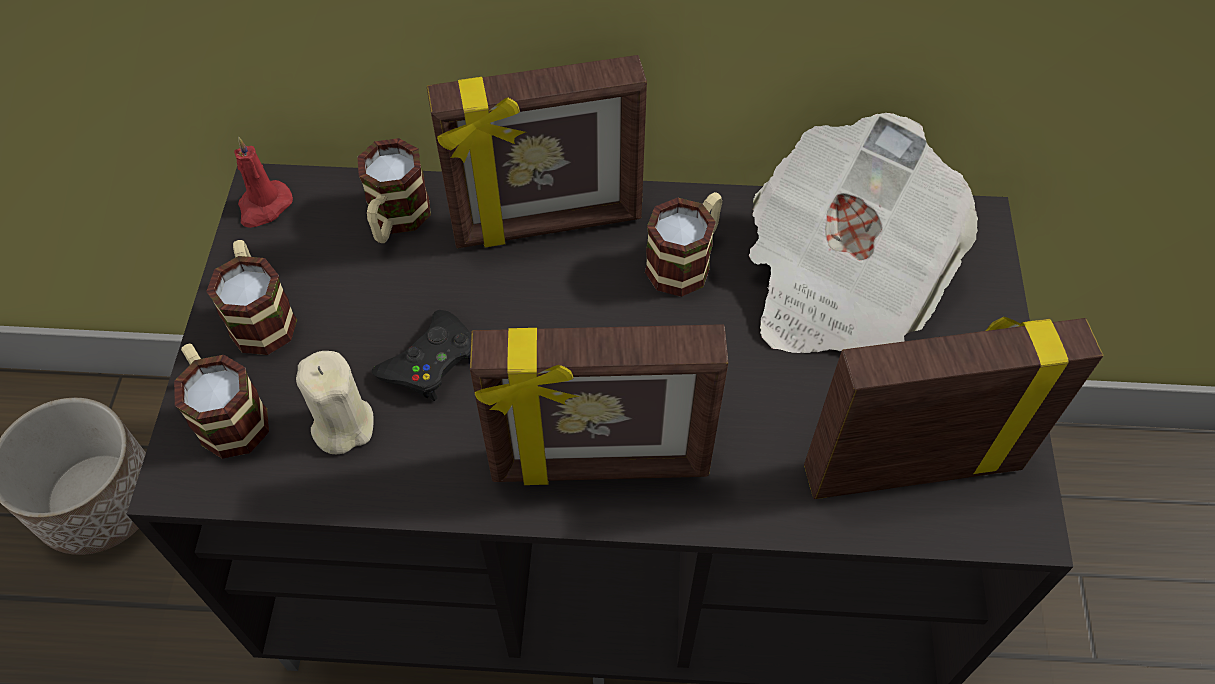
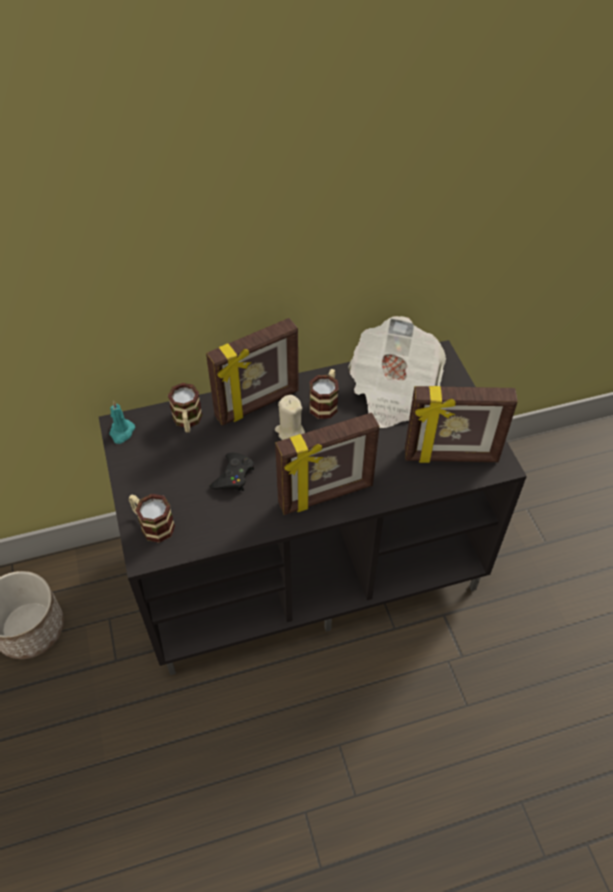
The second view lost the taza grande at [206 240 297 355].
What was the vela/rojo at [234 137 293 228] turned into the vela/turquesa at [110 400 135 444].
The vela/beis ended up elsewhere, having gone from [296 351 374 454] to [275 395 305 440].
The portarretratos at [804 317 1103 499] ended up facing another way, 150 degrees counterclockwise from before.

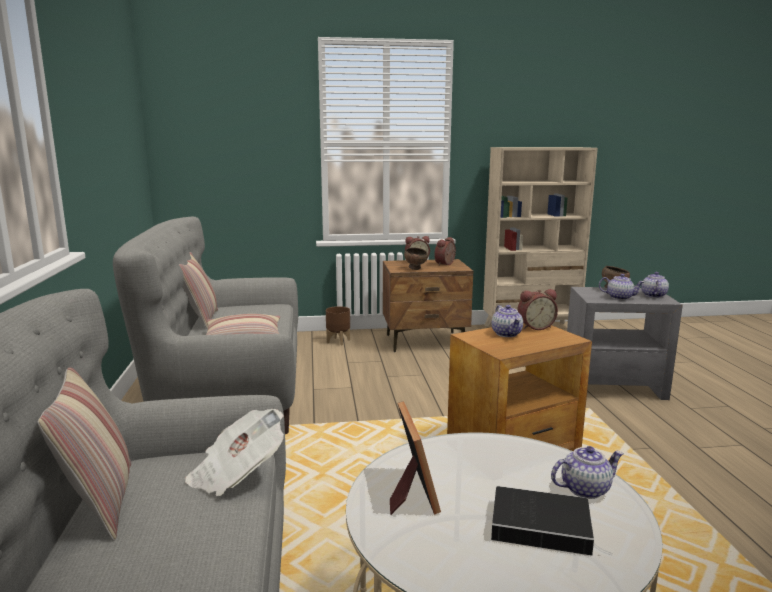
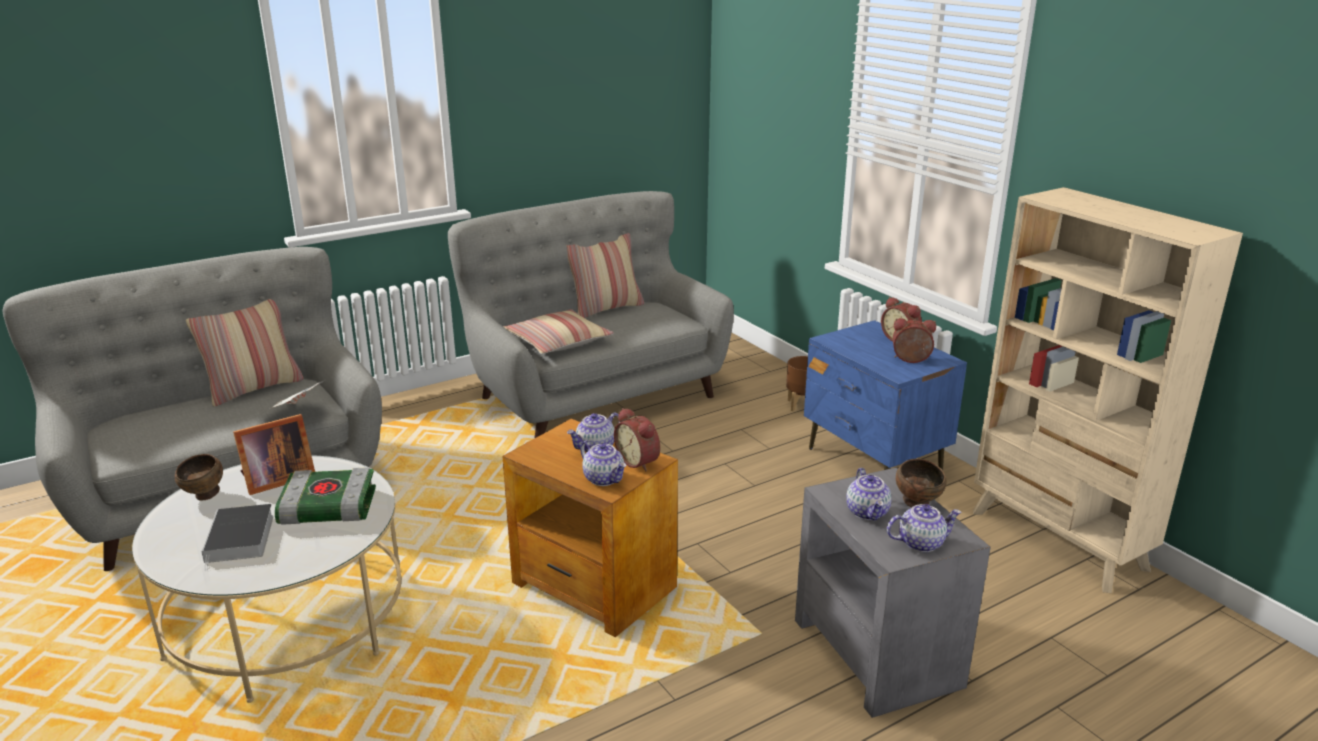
What was the mesita de noche/marrón at [383 259 473 352] turned into the mesita de noche/azul at [804 320 967 470].
The cuenco/marrón ended up elsewhere, having gone from [404 248 428 270] to [175 454 223 501].
The tetera ended up elsewhere, having gone from [551 446 624 499] to [580 440 626 486].
The second view gained the libro at [275 467 376 525].

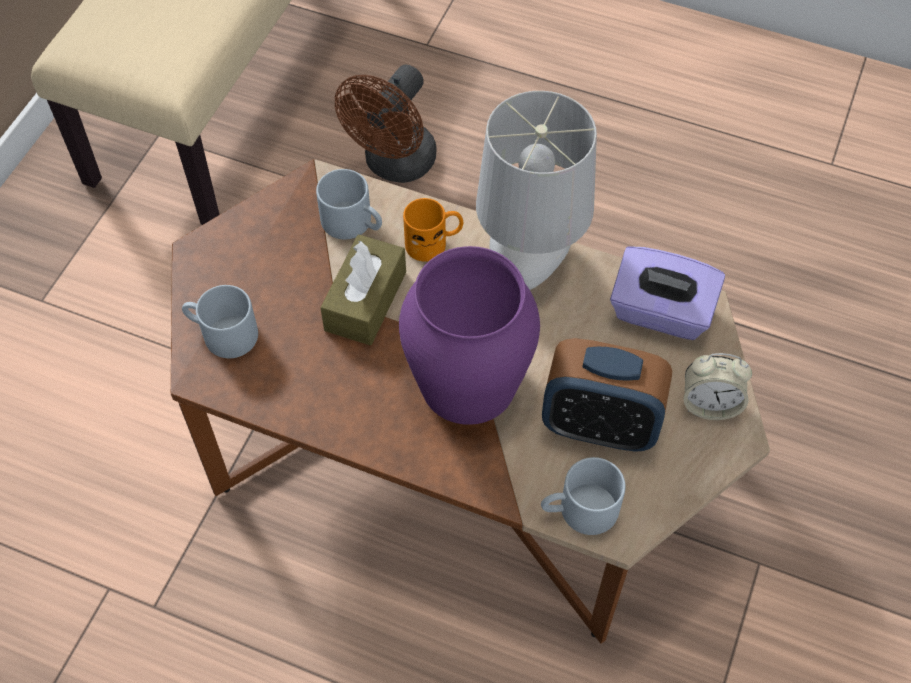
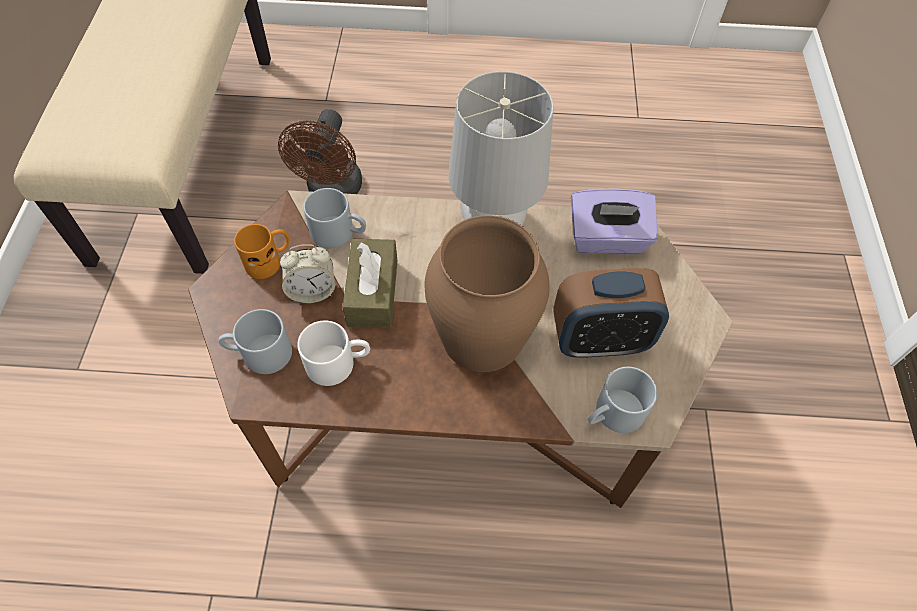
What was the florero/morado at [399 246 540 425] turned into the florero/marrón at [424 215 550 372].
The taza grande/naranja ended up elsewhere, having gone from [403 198 463 262] to [234 224 290 279].
The despertador ended up elsewhere, having gone from [684 353 752 420] to [280 244 335 303].
The second view gained the taza grande/blanco at [297 321 370 386].

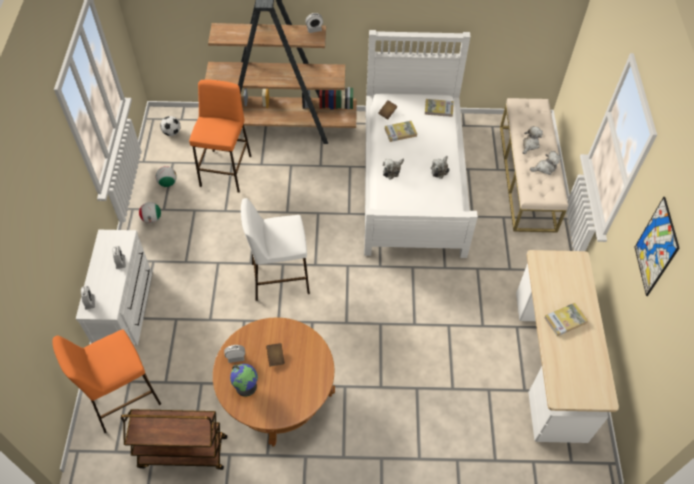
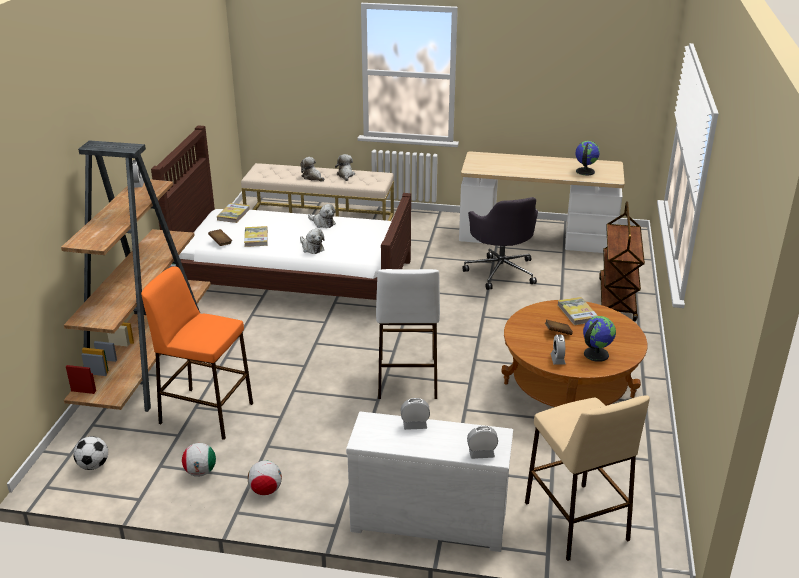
What was the taburete/naranja at [52 329 161 433] turned into the taburete/beis at [525 395 650 561].
The carrito/marrón ended up elsewhere, having gone from [121 409 227 470] to [599 202 645 321].
What was the cama/blanco at [364 30 478 258] turned into the cama/marrón at [151 125 411 300].
The libro ended up elsewhere, having gone from [544 303 588 337] to [558 297 598 325].
The second view lost the cuadro at [635 197 679 296].
The second view gained the silla de oficina/gris at [462 197 538 290].
The second view gained the globo terráqueo at [575 141 600 175].

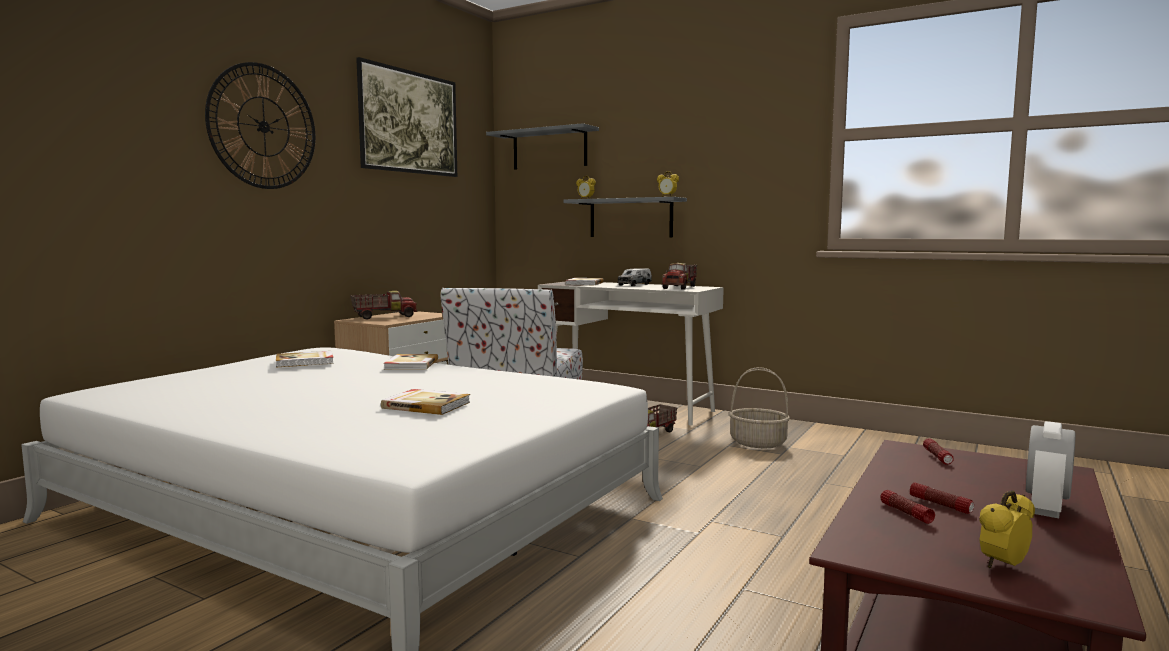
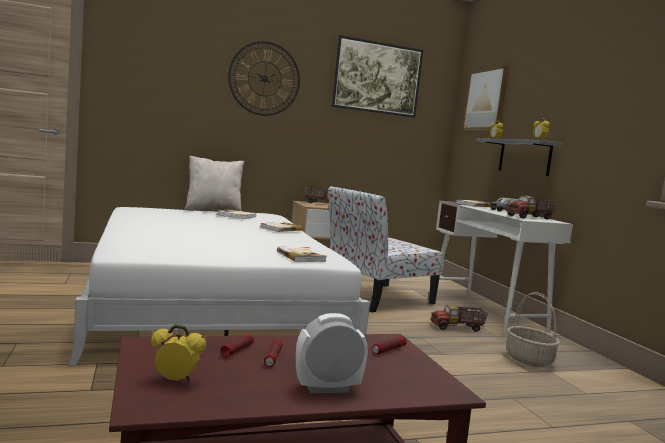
The libro ended up elsewhere, having gone from [381 389 470 415] to [277 247 327 262].
Where the estante/gris hung at [486 123 599 170], the cuadro came to hang at [463 66 509 130].
The second view gained the cojín/beis at [184 156 244 211].

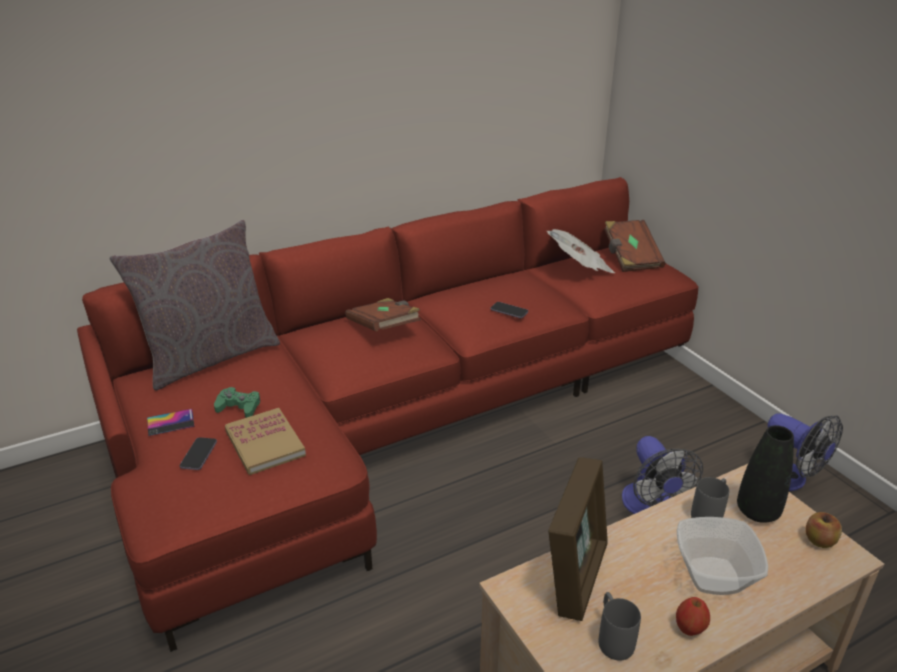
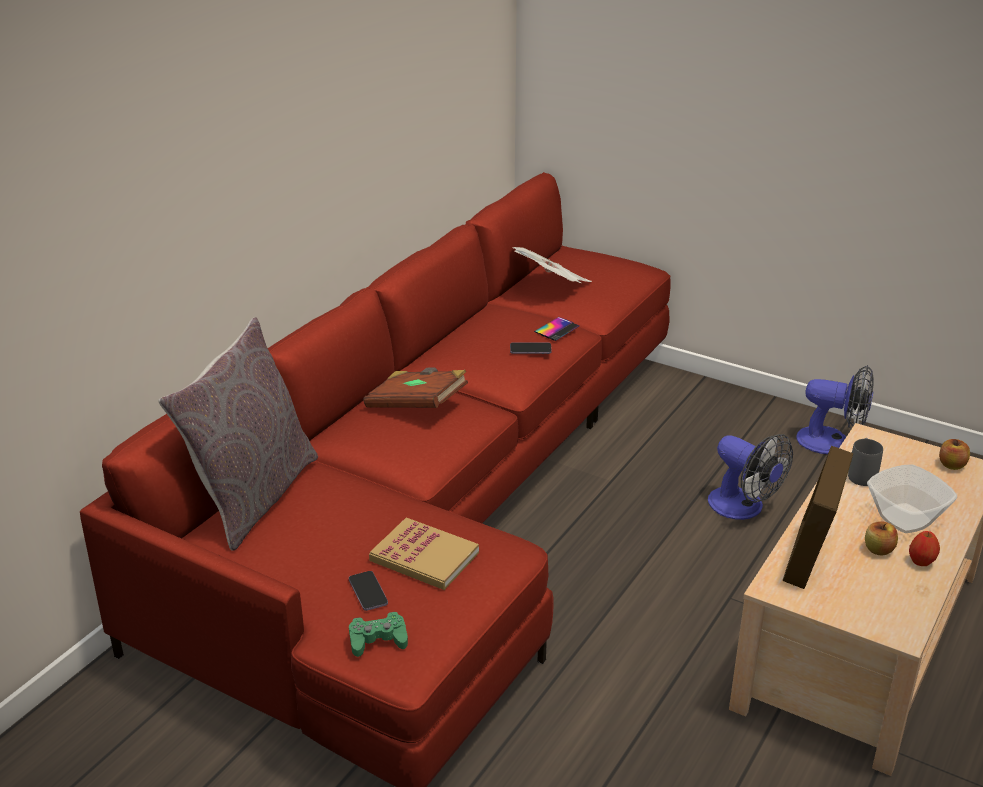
The móvil ended up elsewhere, having gone from [147 409 194 436] to [534 317 580 341].
The mando de consola/verde ended up elsewhere, having gone from [214 387 260 418] to [349 612 408 657].
The portarretratos at [548 457 608 621] ended up facing another way, 150 degrees counterclockwise from before.
The second view lost the taza grande/gris at [598 592 641 660].
The second view lost the libro/marrón at [604 220 665 272].
The second view lost the florero/negro at [737 425 794 523].
The second view gained the manzana at [865 521 898 555].

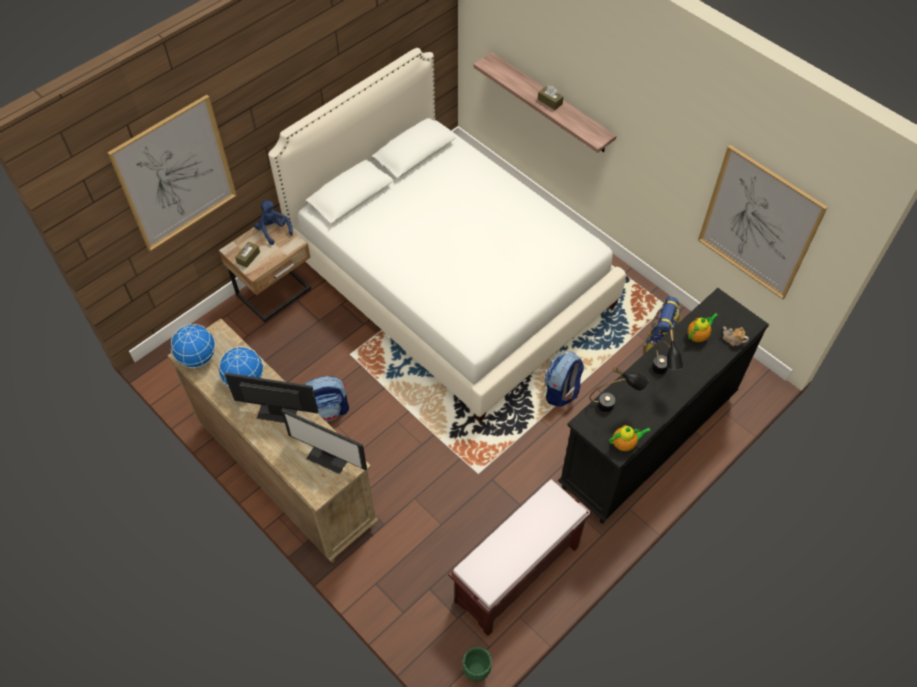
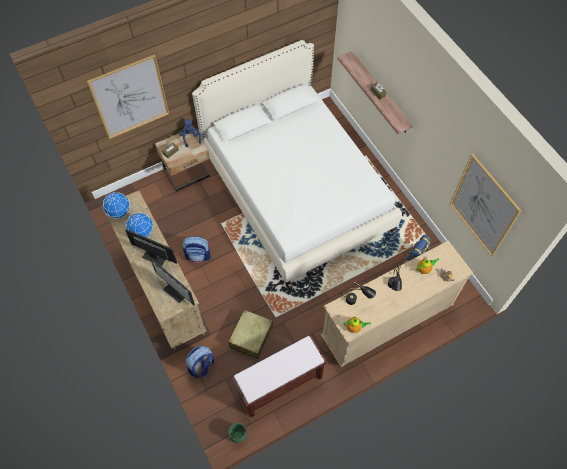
The mochila ended up elsewhere, having gone from [544 351 584 407] to [186 345 214 378].
What was the cómoda/negro at [558 288 769 524] turned into the cómoda/beis at [321 240 473 367].
The second view gained the maleta/beis at [228 310 273 359].

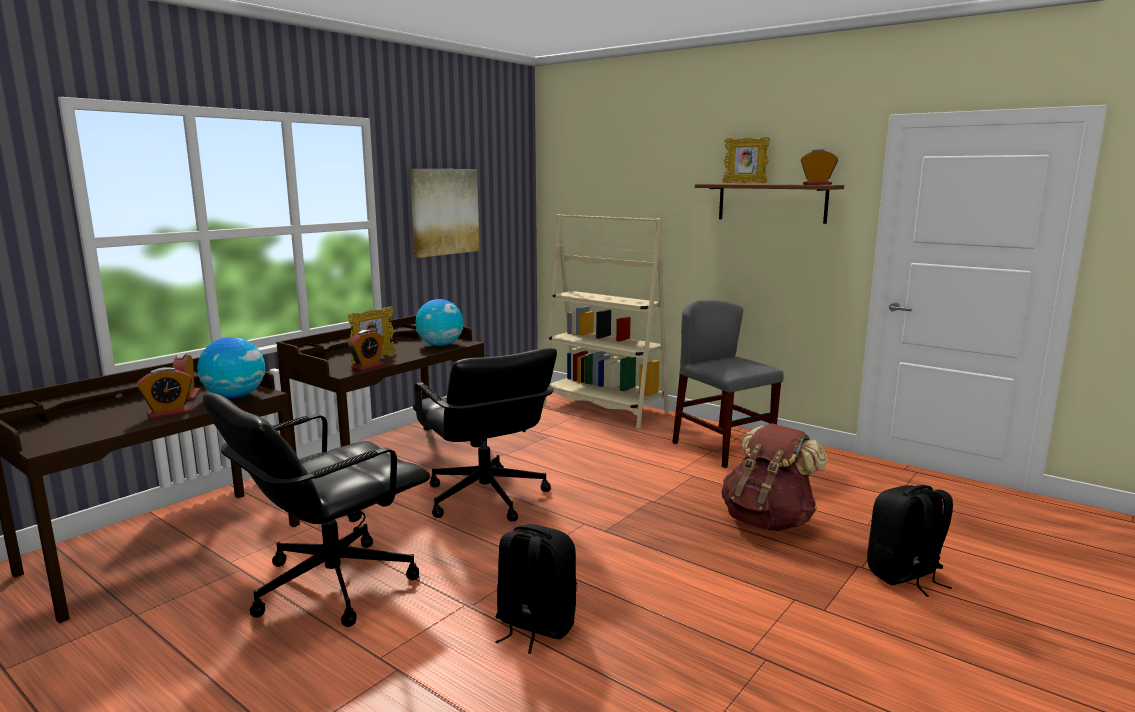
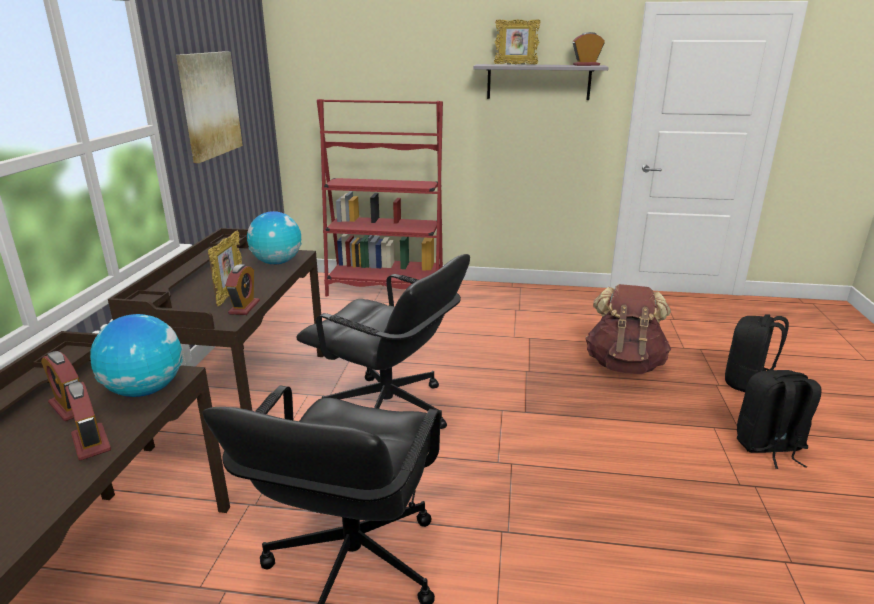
The despertador at [137 367 192 419] ended up facing another way, 60 degrees counterclockwise from before.
The mochila/negro ended up elsewhere, having gone from [495 524 577 654] to [737 370 822 469].
What was the estantería/beis at [543 214 669 429] turned into the estantería/rojo at [317 99 443 296].
The second view lost the silla/gris at [672 300 784 468].
What was the estante/marrón at [695 184 844 224] turned into the estante/gris at [473 64 609 100].

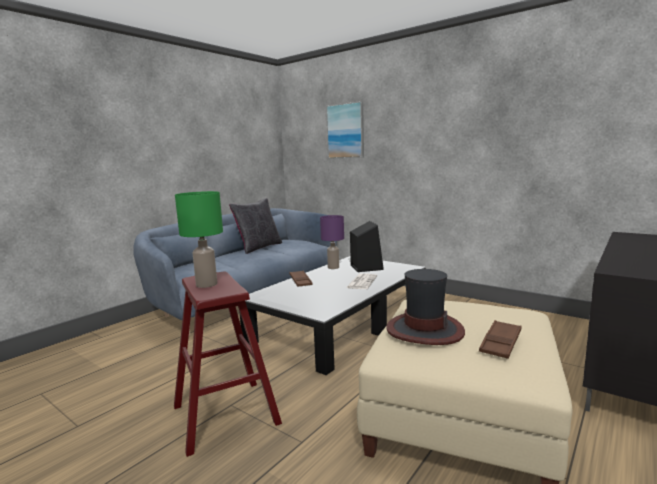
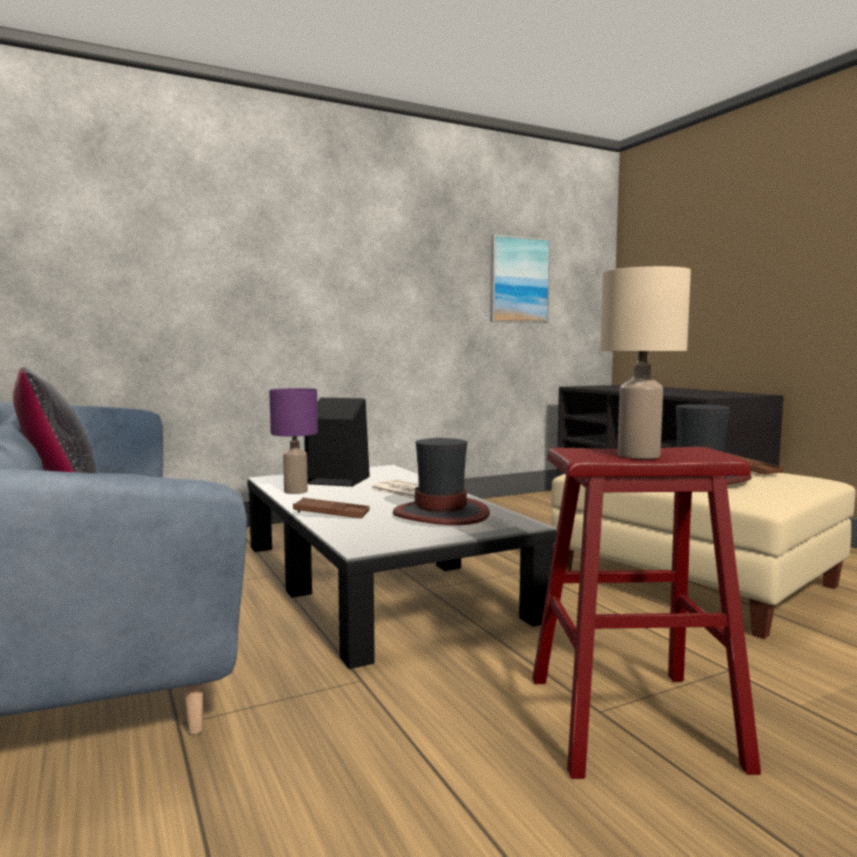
What was the lámpara de mesa/verde at [175 191 223 288] turned into the lámpara de mesa/beis at [600 266 691 459].
The cuadro ended up elsewhere, having gone from [326 101 364 159] to [490 234 550 323].
The second view gained the sombrero at [393 438 490 525].

